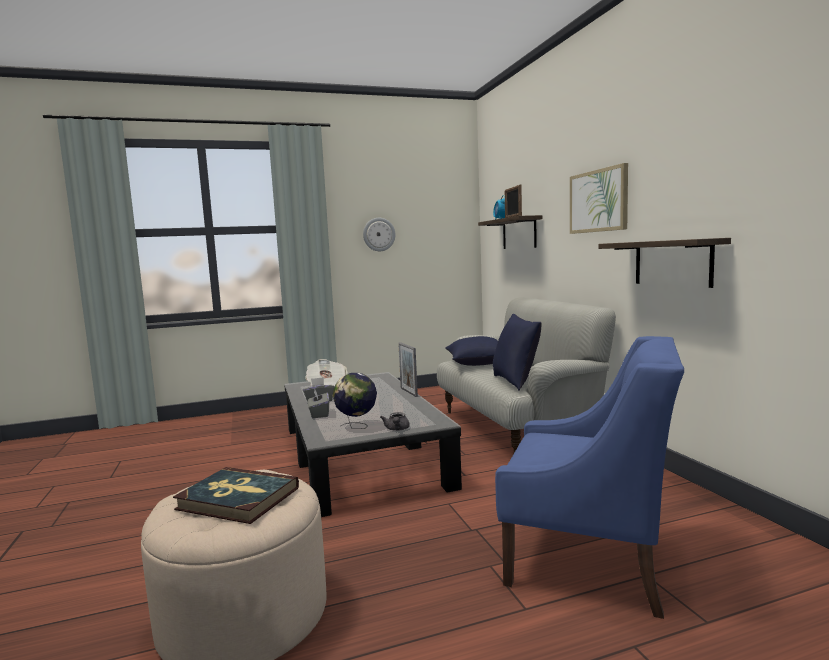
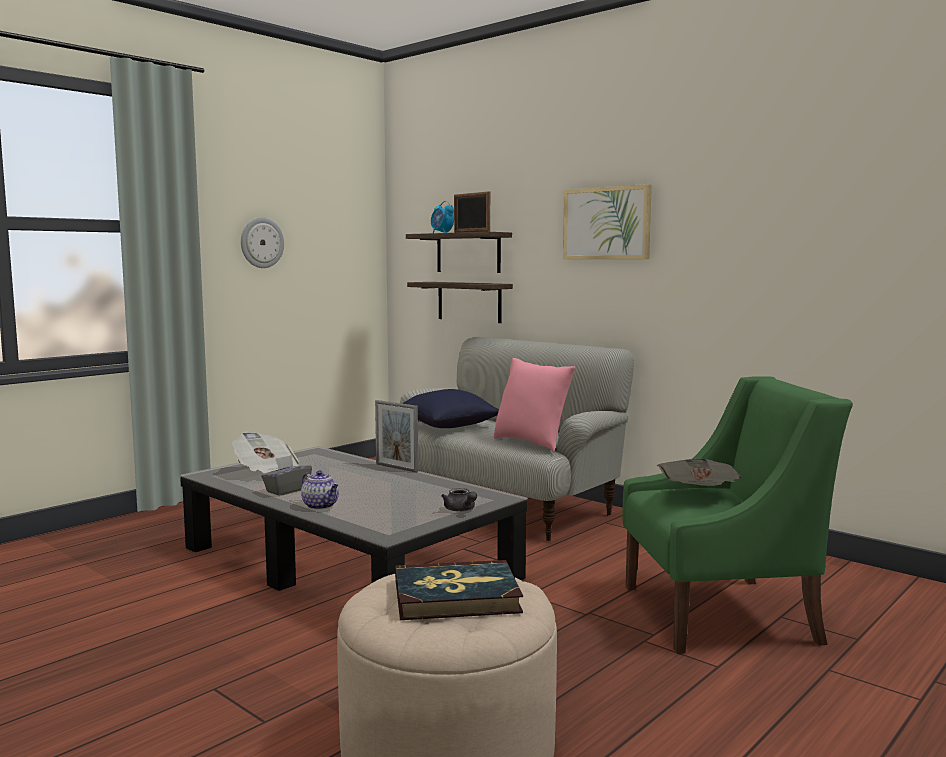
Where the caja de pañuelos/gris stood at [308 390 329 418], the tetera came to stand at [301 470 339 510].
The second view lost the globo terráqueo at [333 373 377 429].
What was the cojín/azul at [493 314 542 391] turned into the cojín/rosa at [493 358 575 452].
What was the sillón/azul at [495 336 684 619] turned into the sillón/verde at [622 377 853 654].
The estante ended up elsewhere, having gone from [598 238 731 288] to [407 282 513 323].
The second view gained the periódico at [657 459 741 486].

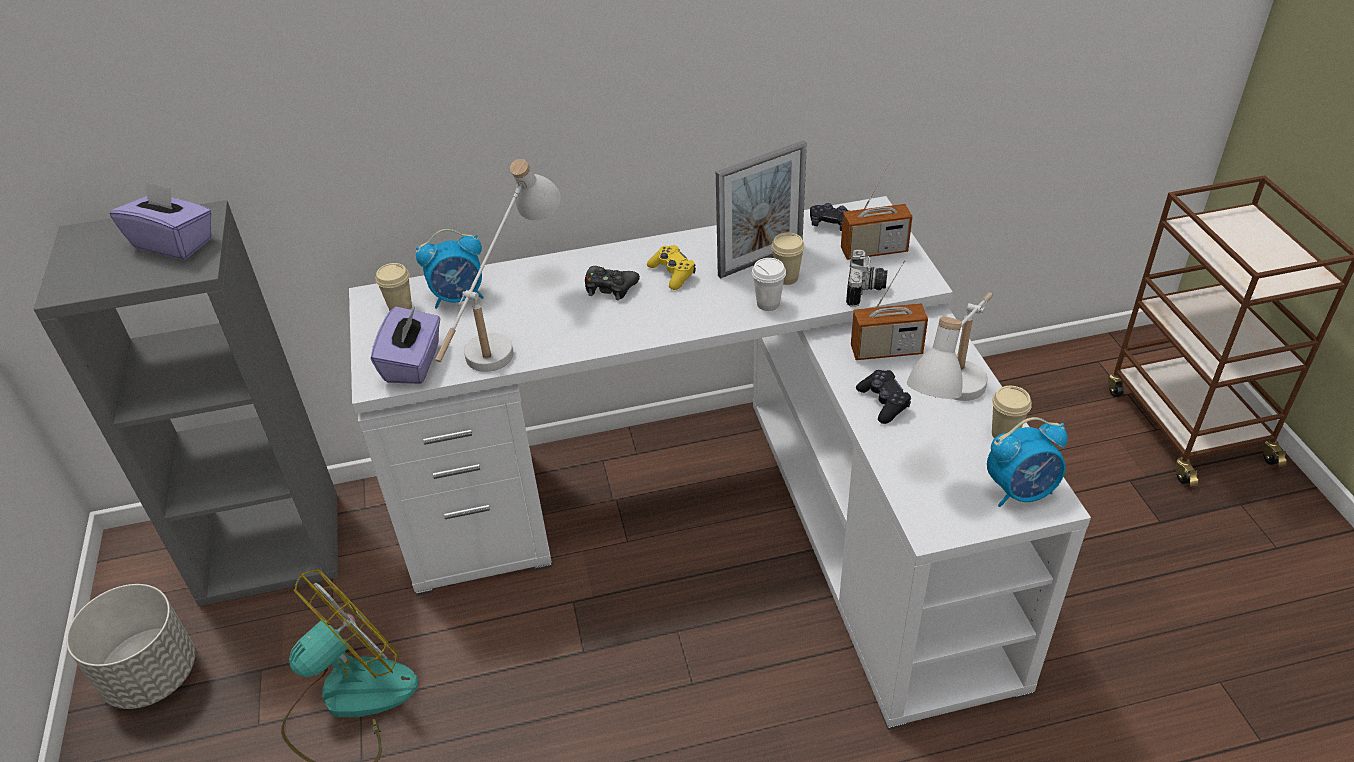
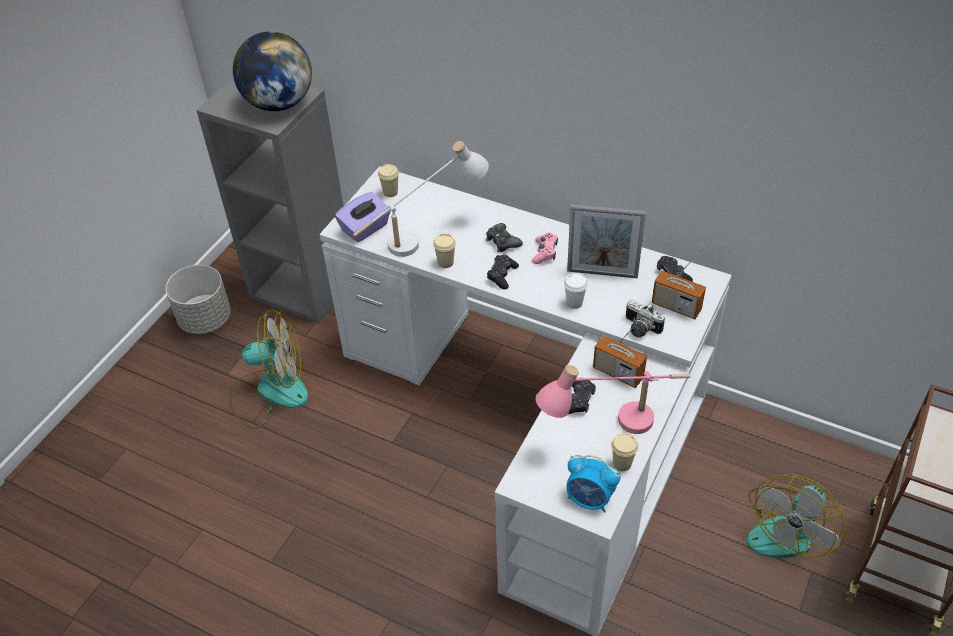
Where the caja de pañuelos/morado stood at [110 181 212 259], the globo terráqueo came to stand at [233 31 312 111].
The second view lost the despertador at [416 229 484 309].
What was the mando de consola/amarillo at [647 245 696 290] turned into the mando de consola/rosa at [532 232 558 264].
The taza/beis ended up elsewhere, having gone from [771 233 805 285] to [433 233 456 268].
The cámara at [846 250 888 307] ended up facing another way, 75 degrees clockwise from before.
What was the lámpara de mesa/blanco at [907 292 993 401] turned into the lámpara de mesa/rosa at [535 365 691 434].
The second view gained the mando de consola/negro at [487 255 519 289].
The second view gained the ventilador at [746 474 846 558].

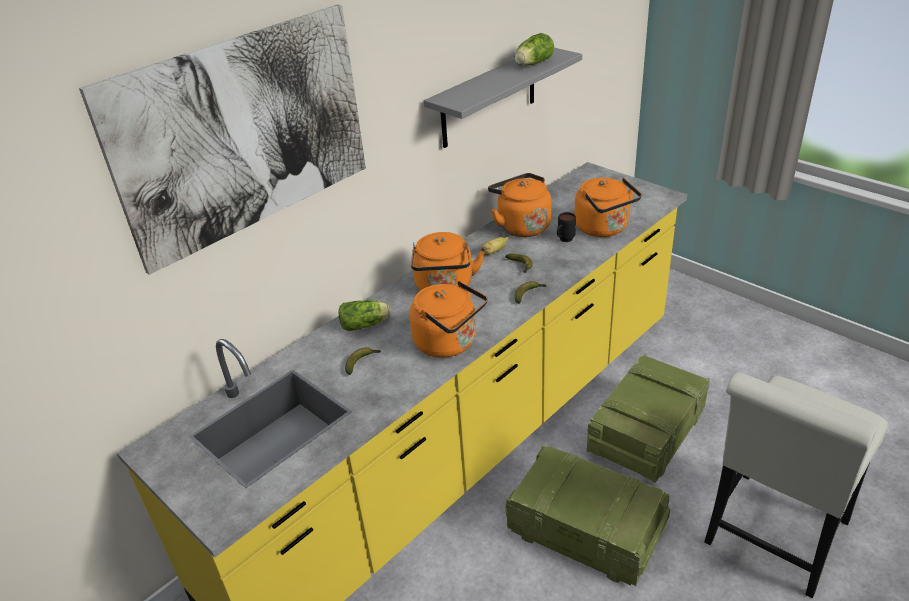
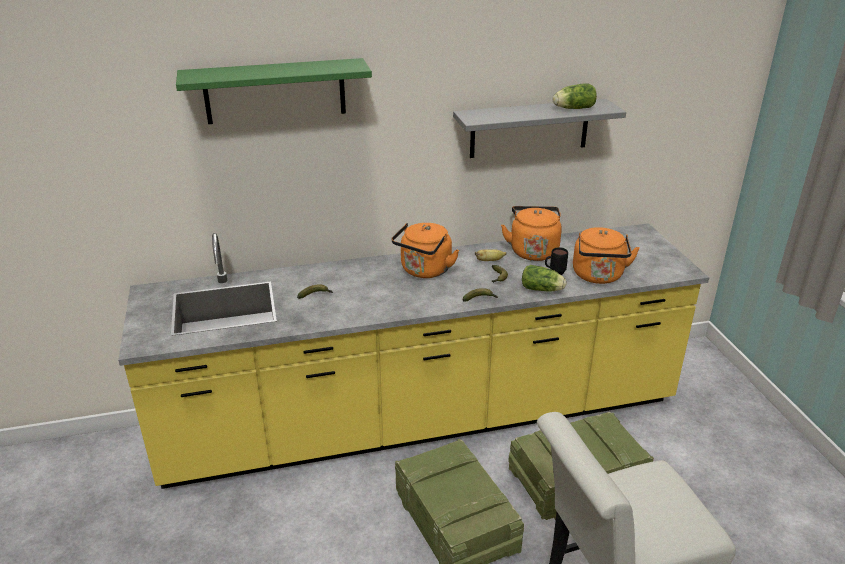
Where the cuadro hung at [79 4 366 275], the estante/verde came to hang at [176 58 372 124].
The lechuga ended up elsewhere, having gone from [338 300 391 331] to [522 265 566 291].
The second view lost the hervidor/naranja at [409 281 487 358].

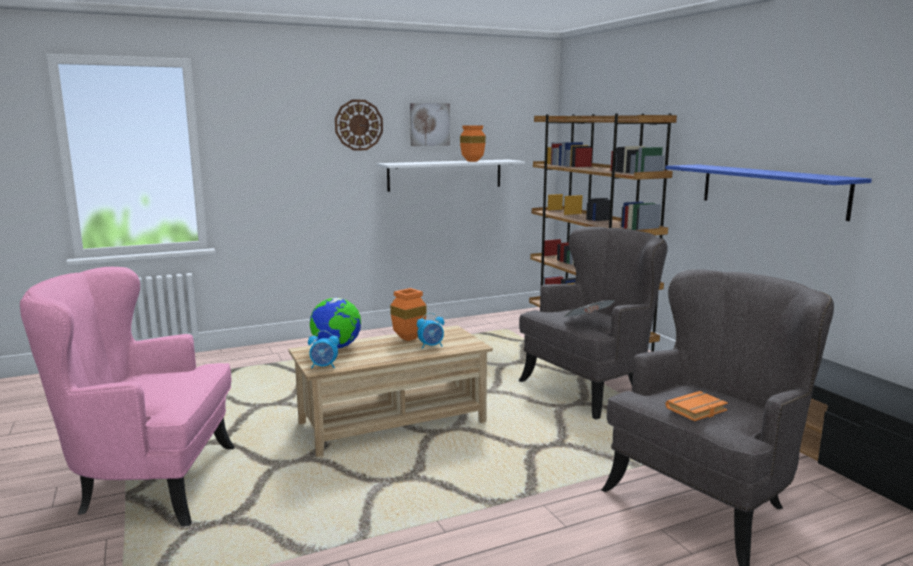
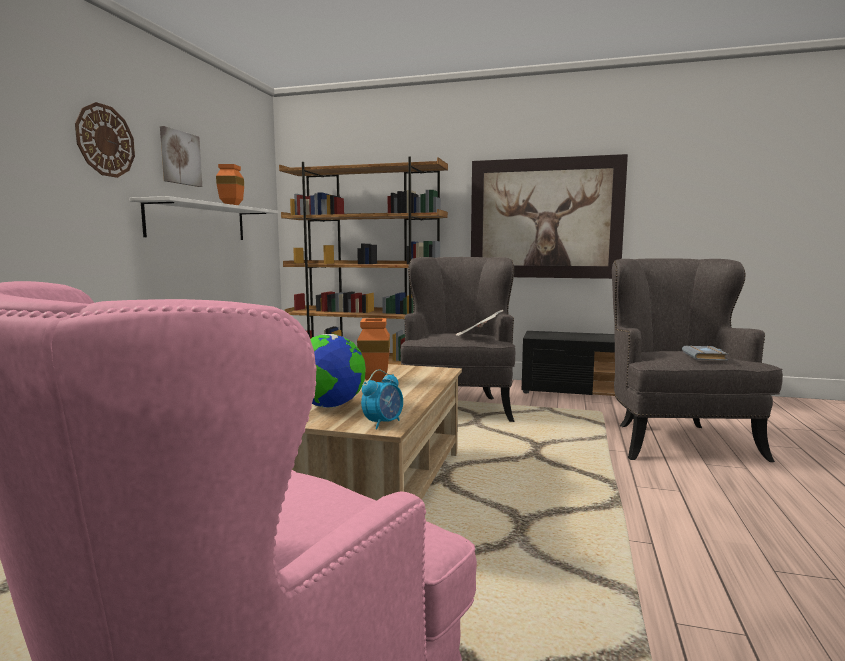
The second view lost the despertador at [417 313 444 349].
Where the estante/azul hung at [665 164 872 221], the cuadro came to hang at [471 154 628 279].
What was the libro/naranja at [665 391 728 421] turned into the libro/gris at [682 345 728 361].

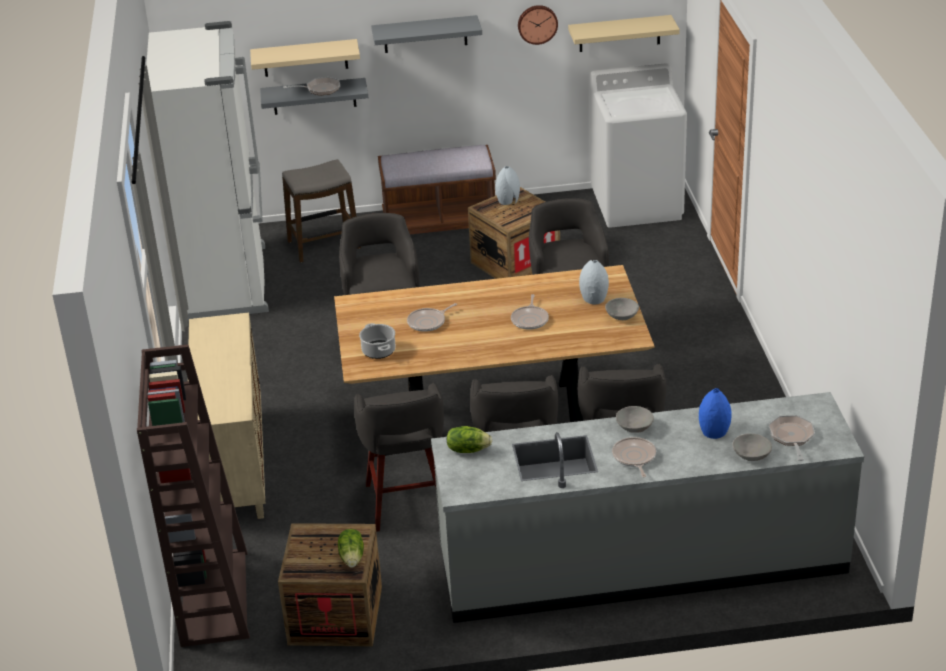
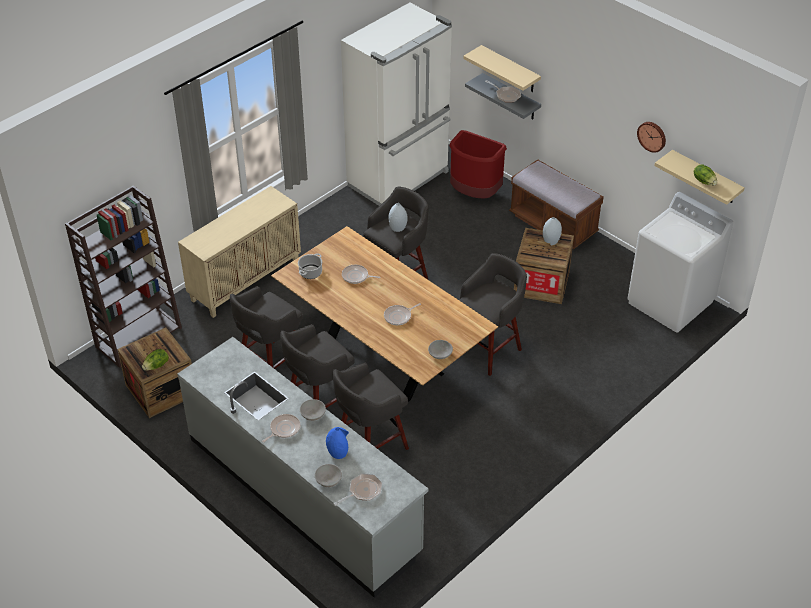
Where the taburete stood at [282 159 361 263], the papelera/rojo came to stand at [450 130 507 199].
The second view lost the estante/gris at [371 15 482 53].
The lechuga ended up elsewhere, having gone from [447 426 492 453] to [694 164 717 186].
The florero/gris ended up elsewhere, having gone from [579 260 609 304] to [388 203 407 232].

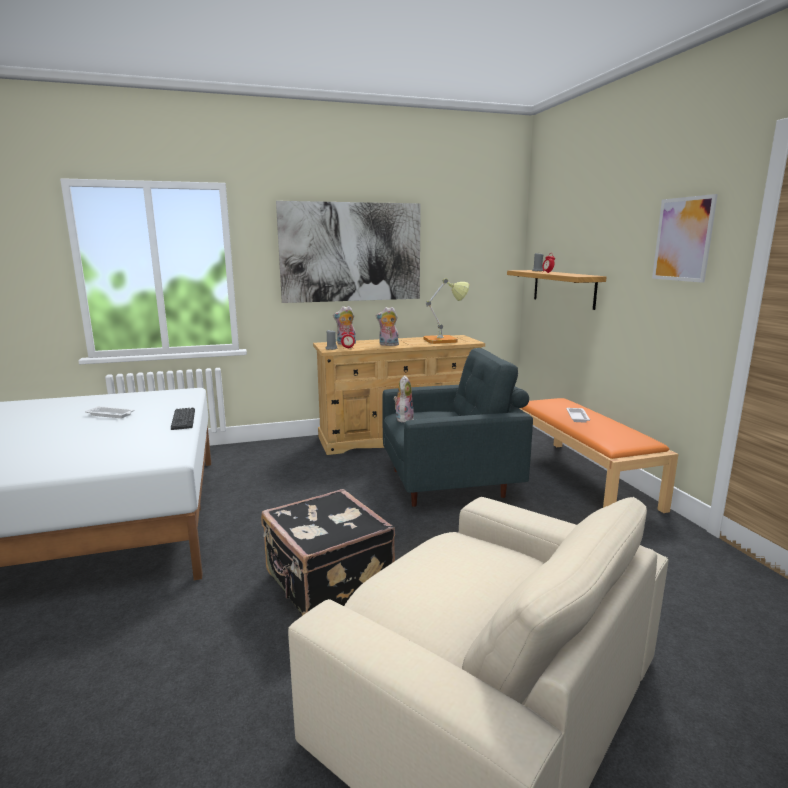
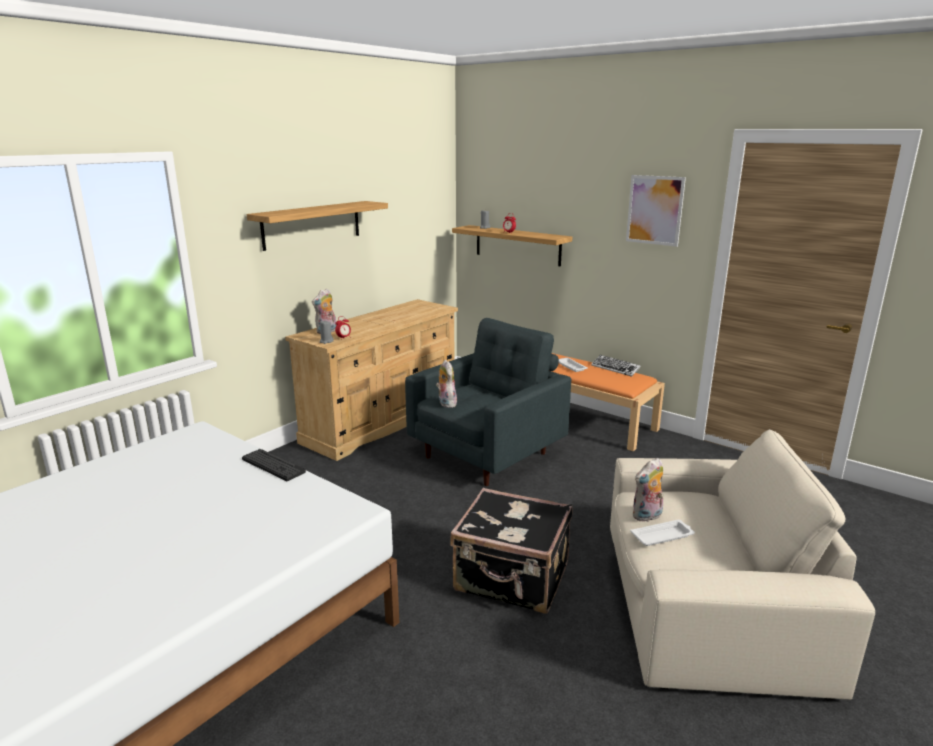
The bandeja/blanco ended up elsewhere, having gone from [85 406 135 418] to [630 520 695 546].
Where the cuadro hung at [276 201 421 303], the estante came to hang at [247 201 388 251].
The peluche ended up elsewhere, having gone from [376 307 399 346] to [632 458 663 522].
The second view lost the lámpara de mesa at [424 278 470 344].
The second view gained the teclado at [591 355 641 377].

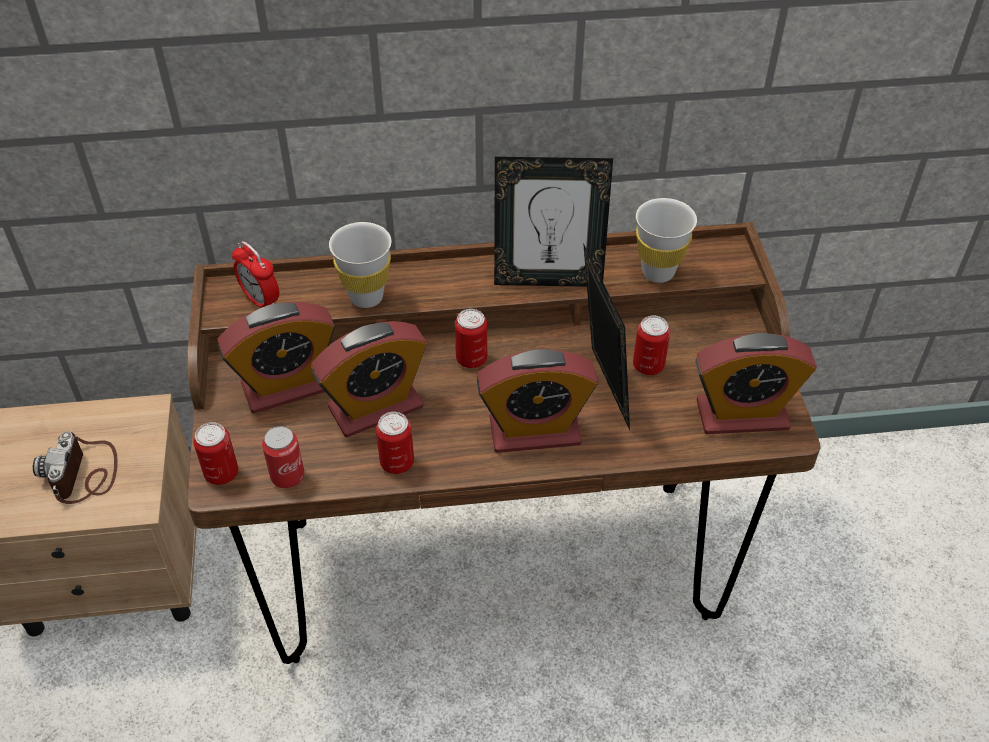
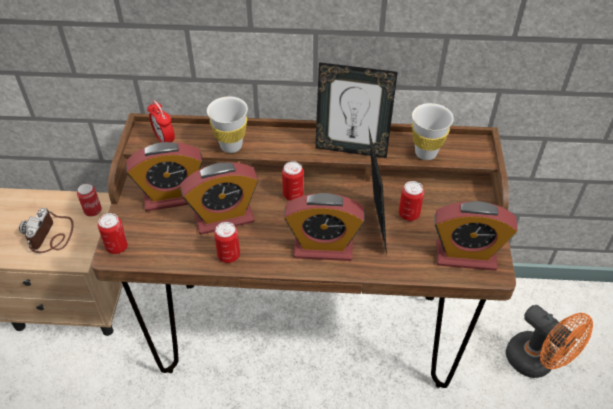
The lata ended up elsewhere, having gone from [262 426 305 488] to [77 183 102 216].
The second view gained the ventilador/naranja at [506 305 593 378].

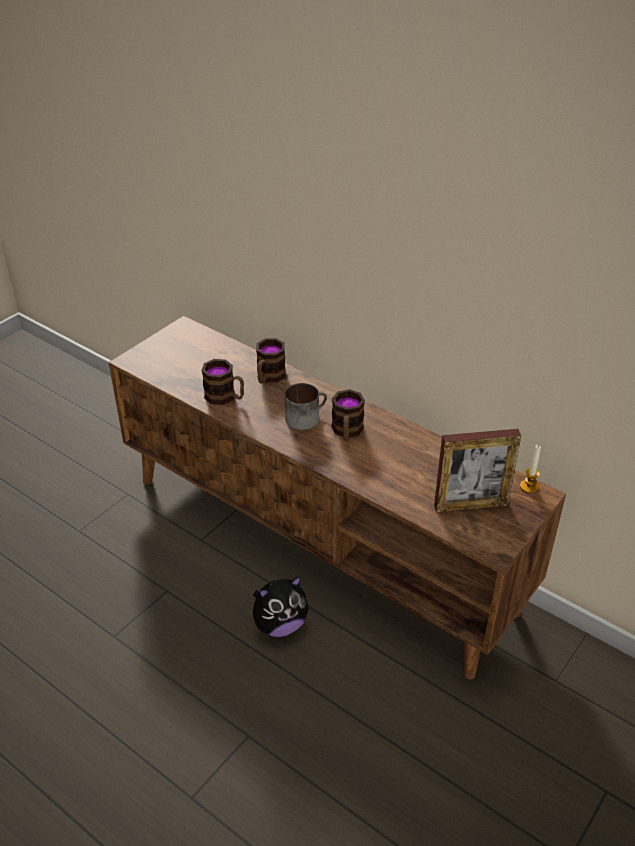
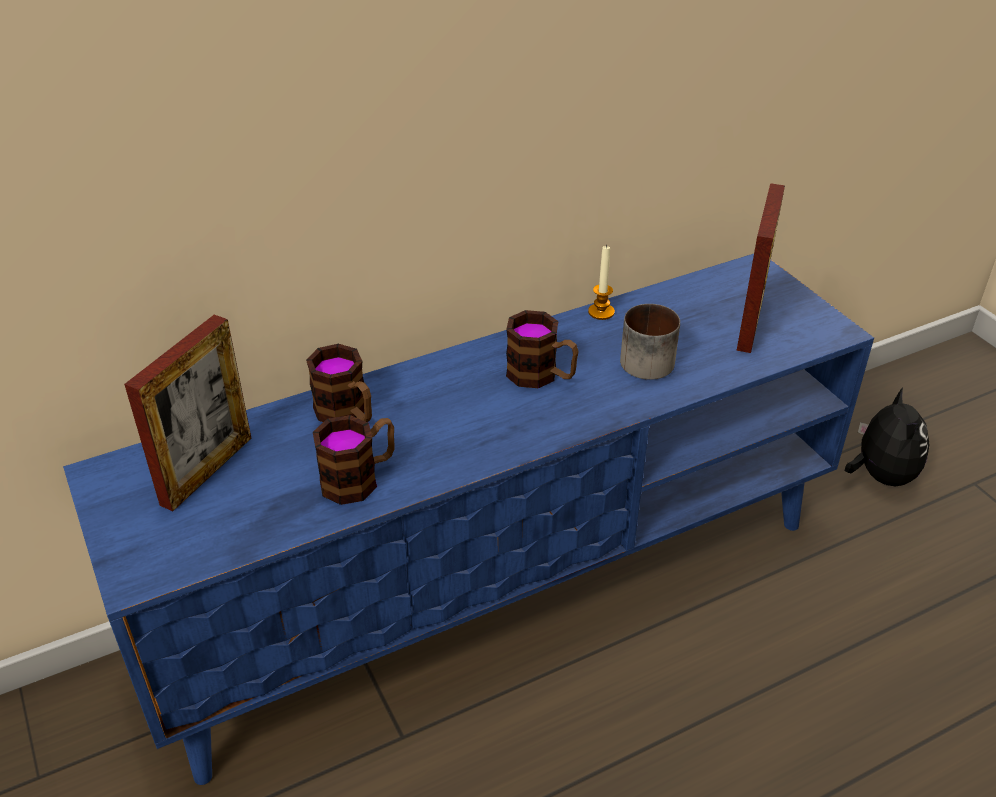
What was the mueble de televisión/marrón at [109 316 566 679] turned into the mueble de televisión/azul at [63 254 874 785].
The peluche ended up elsewhere, having gone from [253 576 309 637] to [845 387 930 487].
The taza grande ended up elsewhere, having gone from [285 383 327 430] to [620 304 680 380].
The vela ended up elsewhere, having gone from [520 445 541 494] to [588 245 615 320].
The second view gained the portarretratos at [124 315 251 511].

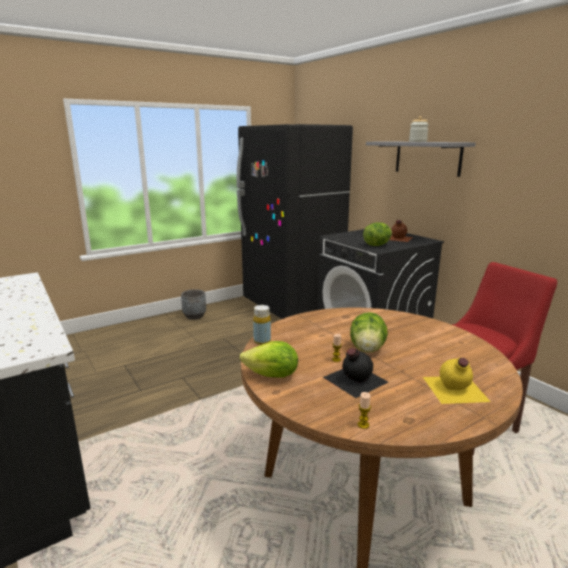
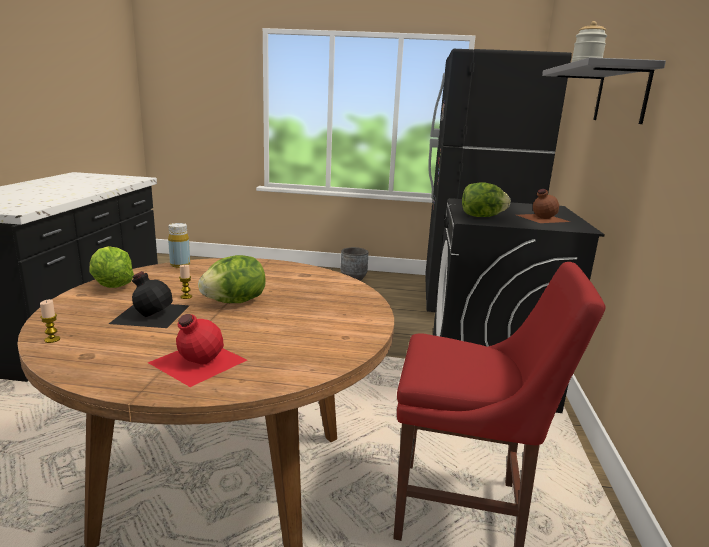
What was the botella/amarillo at [423 358 491 404] turned into the botella/rojo at [148 314 247 387].

